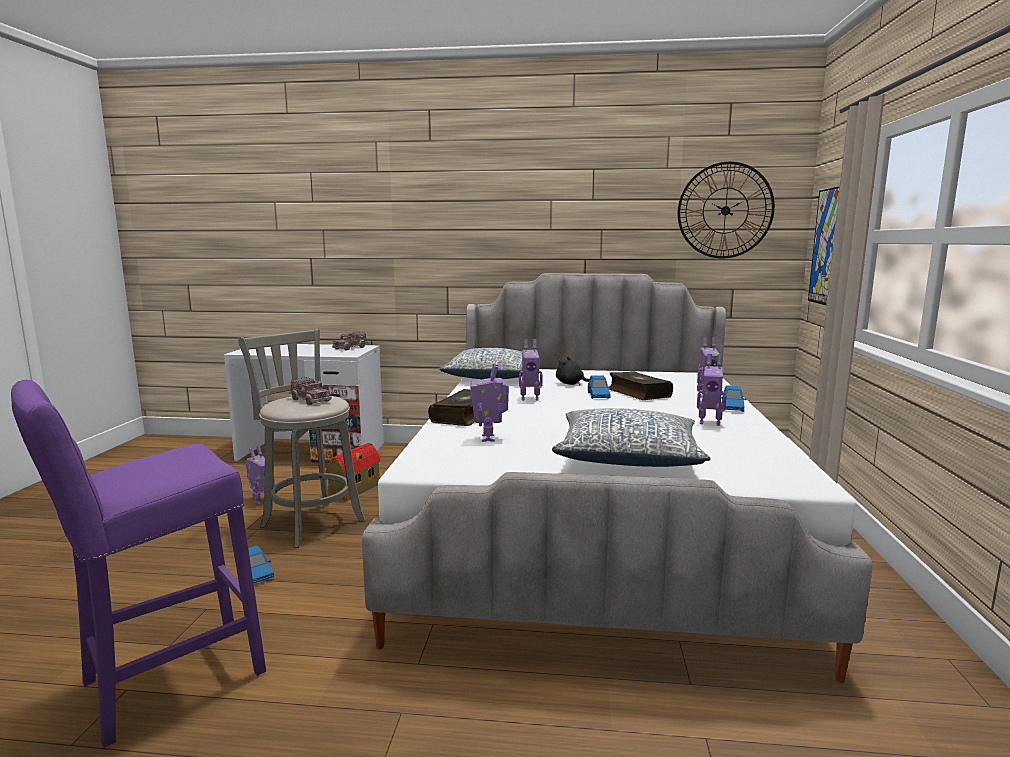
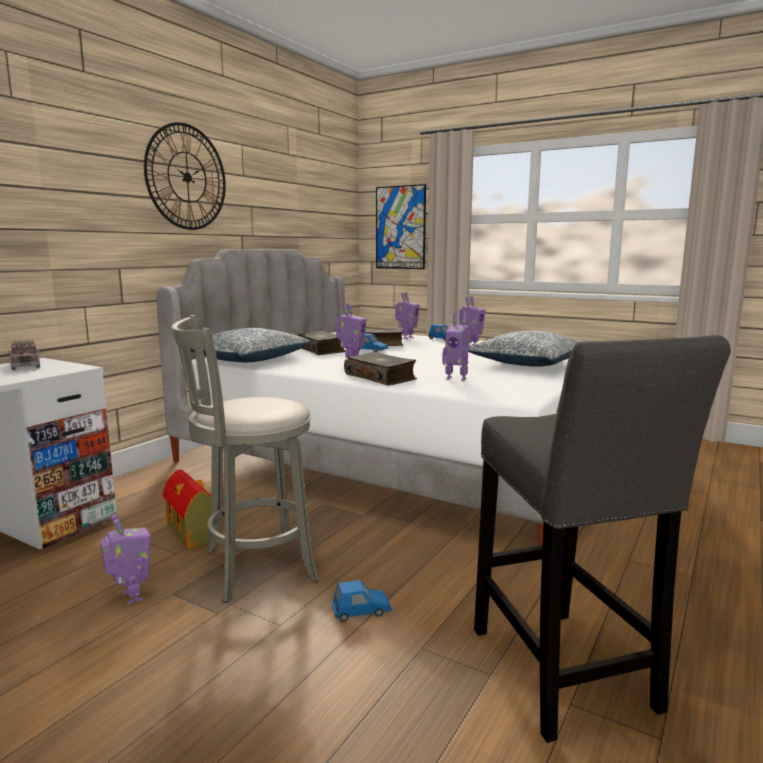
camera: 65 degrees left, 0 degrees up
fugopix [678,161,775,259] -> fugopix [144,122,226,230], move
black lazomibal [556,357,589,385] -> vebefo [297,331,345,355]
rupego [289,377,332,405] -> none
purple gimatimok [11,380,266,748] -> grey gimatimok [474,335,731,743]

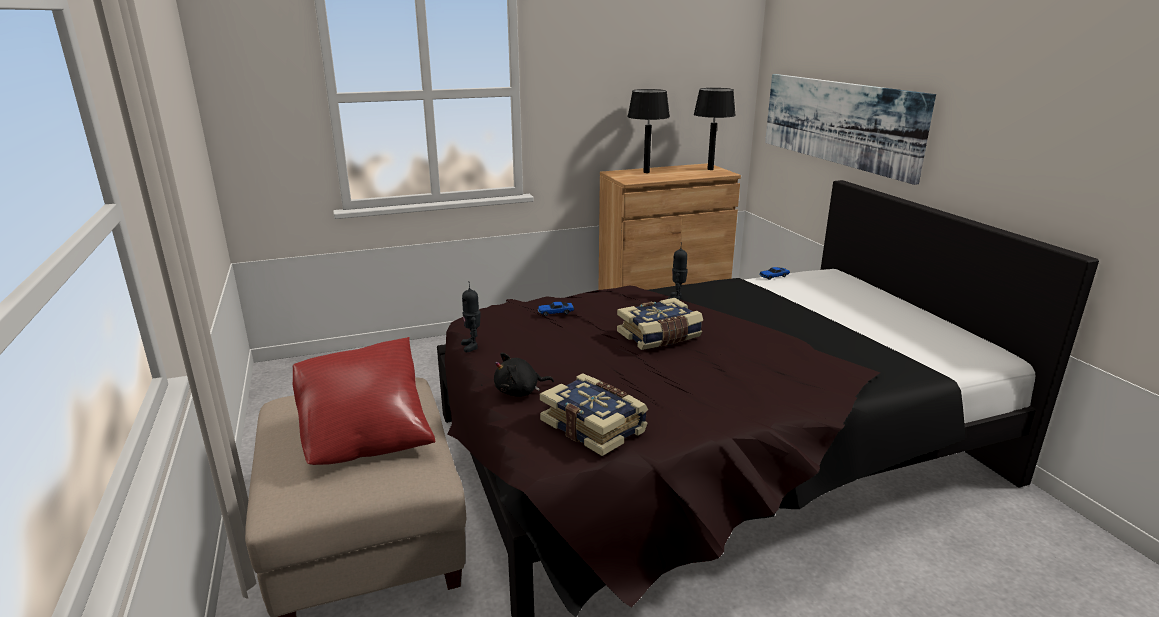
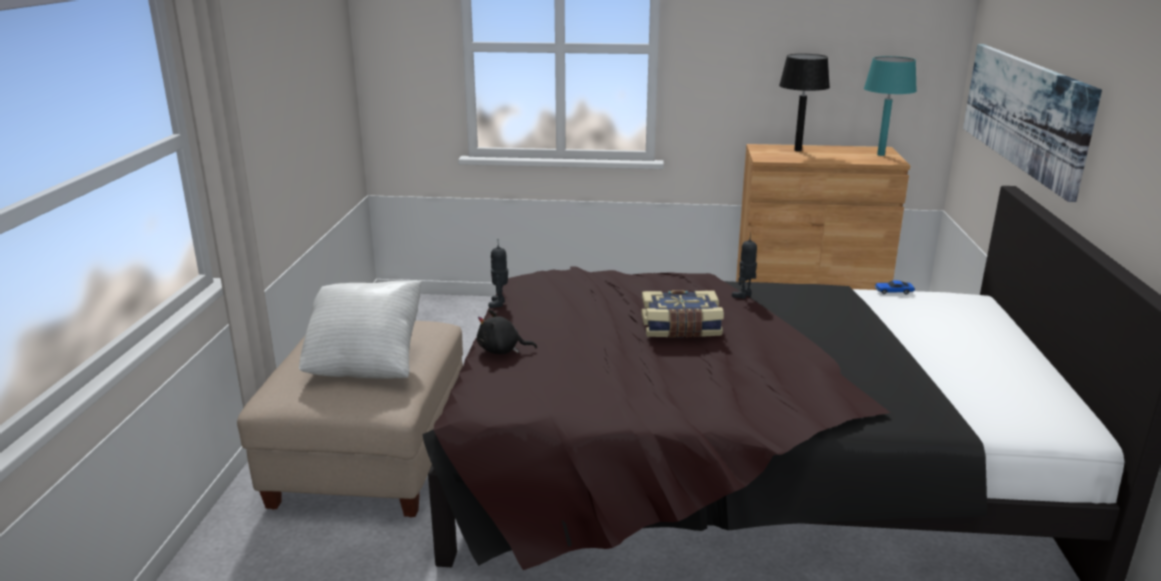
camera: 25 degrees right, 0 degrees up
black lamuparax [694,88,736,170] -> turquoise lamuparax [864,56,917,156]
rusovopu [538,302,574,316] -> none
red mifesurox [293,337,435,465] -> white mifesurox [299,281,422,379]
vebefo [540,373,648,456] -> none

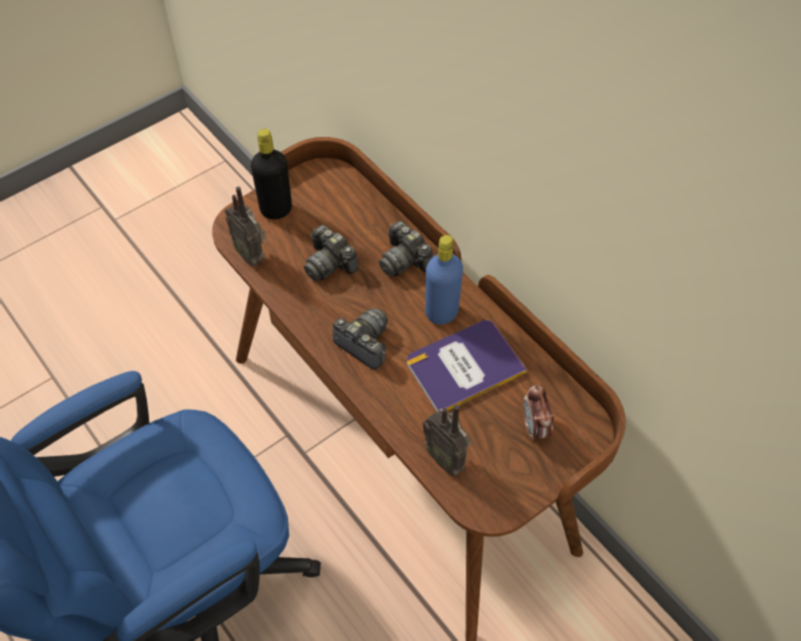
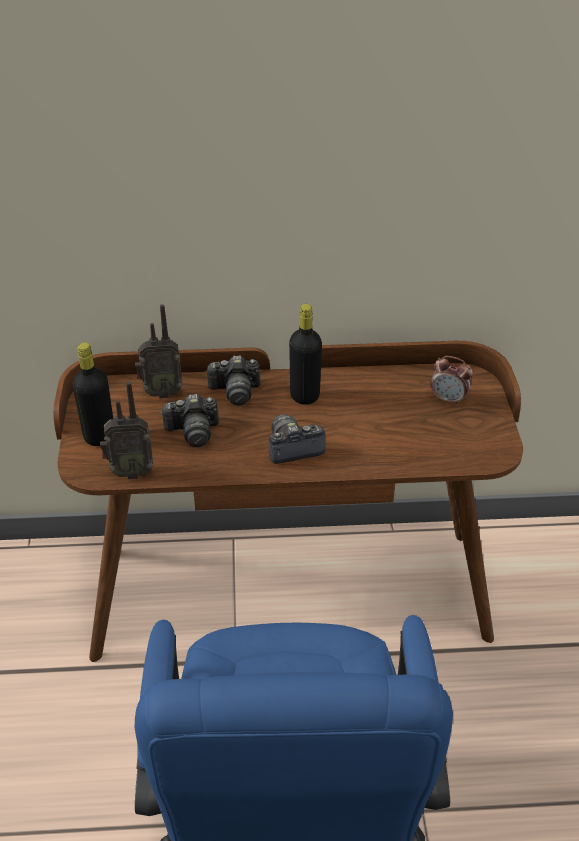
camera: 55 degrees left, 15 degrees down
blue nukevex [425,235,463,325] -> black nukevex [289,304,322,405]
vebefo [407,320,527,413] -> none
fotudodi [423,405,471,476] -> fotudodi [135,304,183,398], move

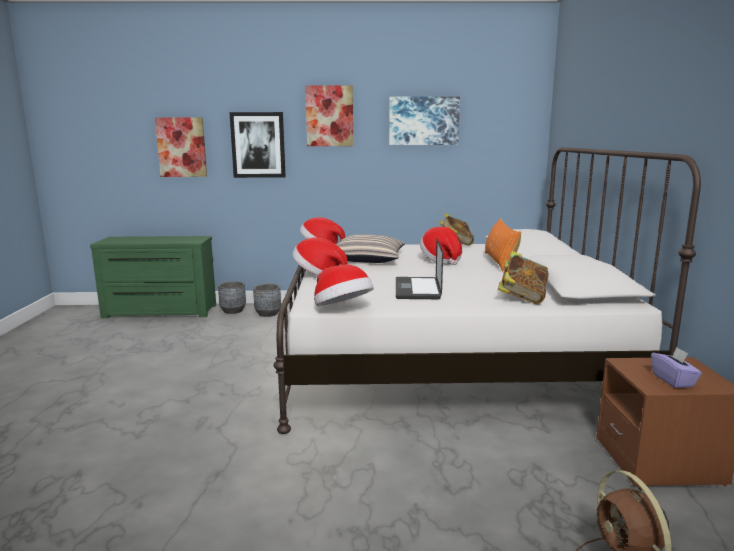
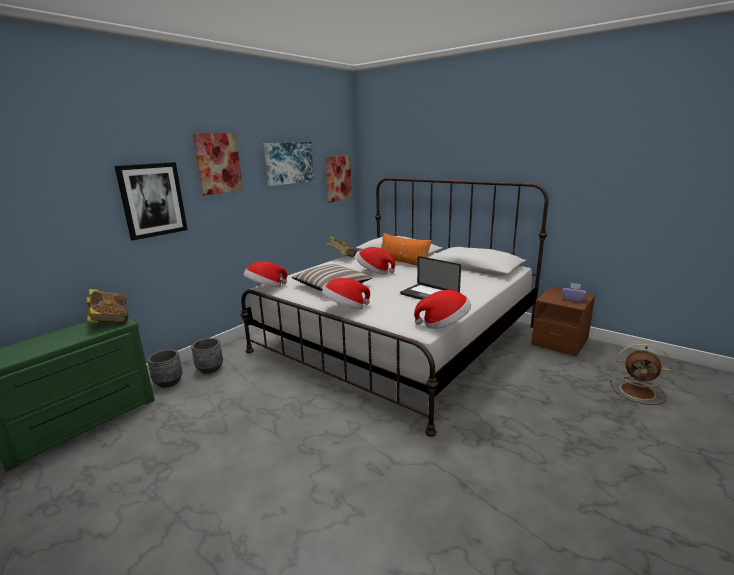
camera: 50 degrees left, 5 degrees up
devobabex [155,117,207,177] -> devobabex [325,155,352,202], move
vebefo [498,251,549,304] -> vebefo [86,289,129,324], move

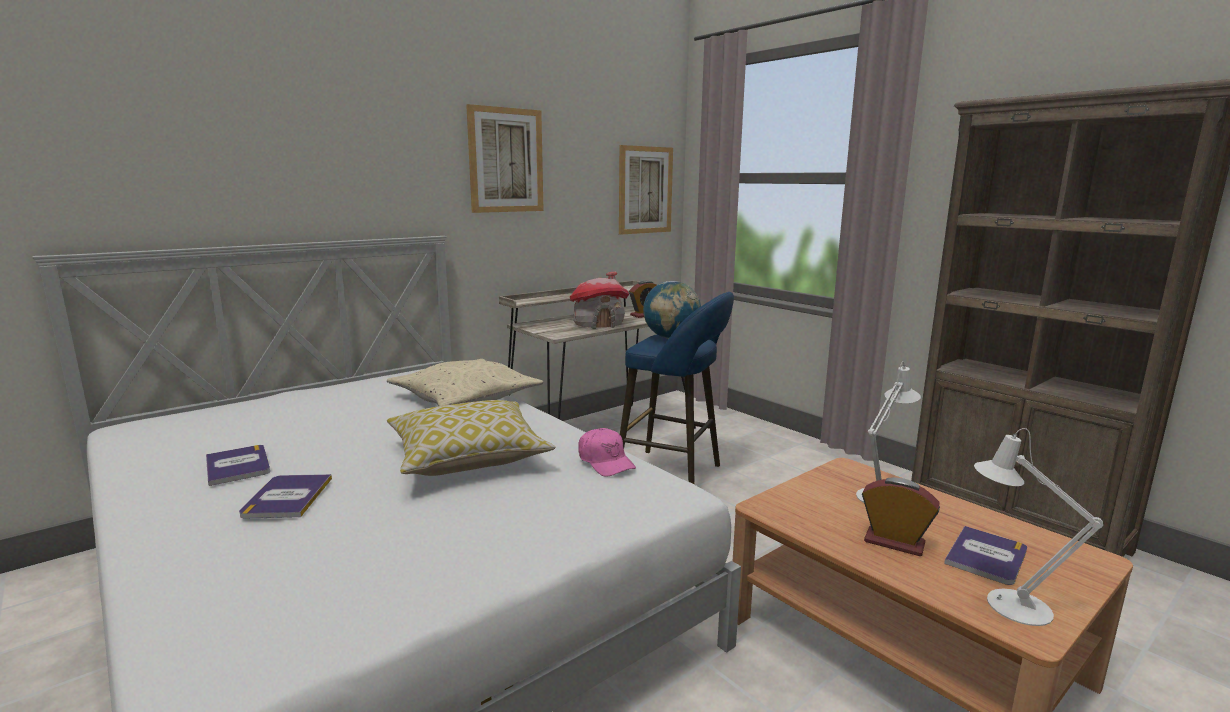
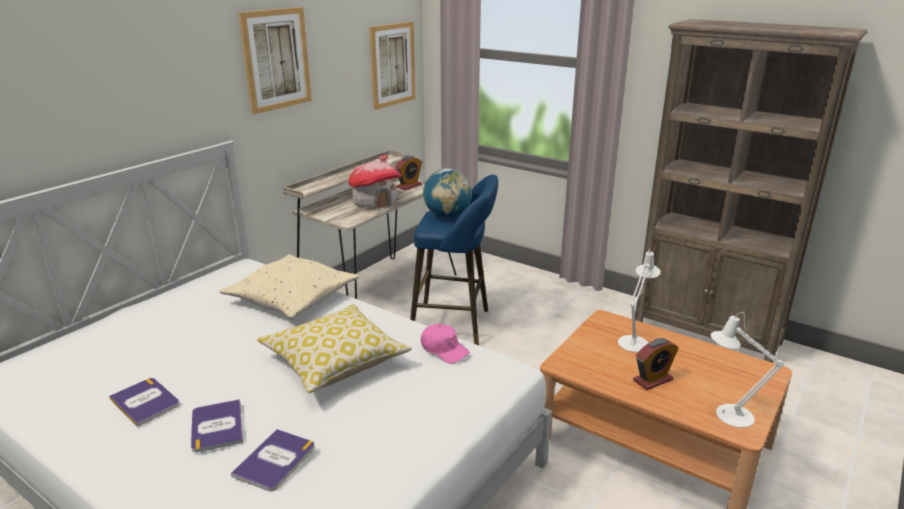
camera: 15 degrees left, 10 degrees up
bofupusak [862,477,940,556] -> bofupusak [633,338,679,390], 135 degrees clockwise
vebefo [944,526,1027,585] -> vebefo [231,429,315,491], move

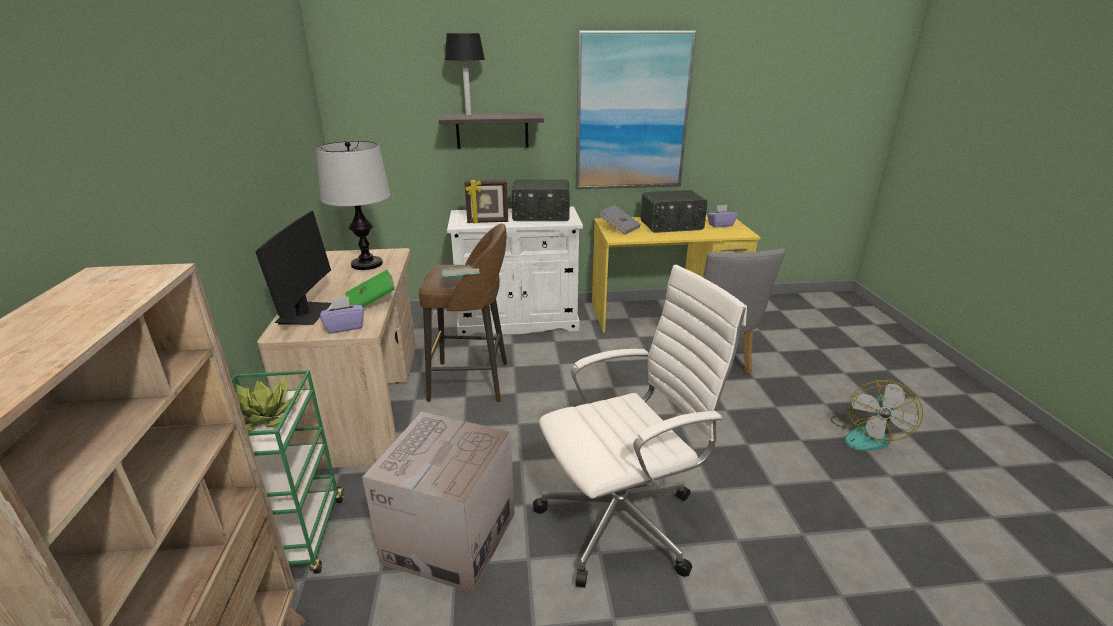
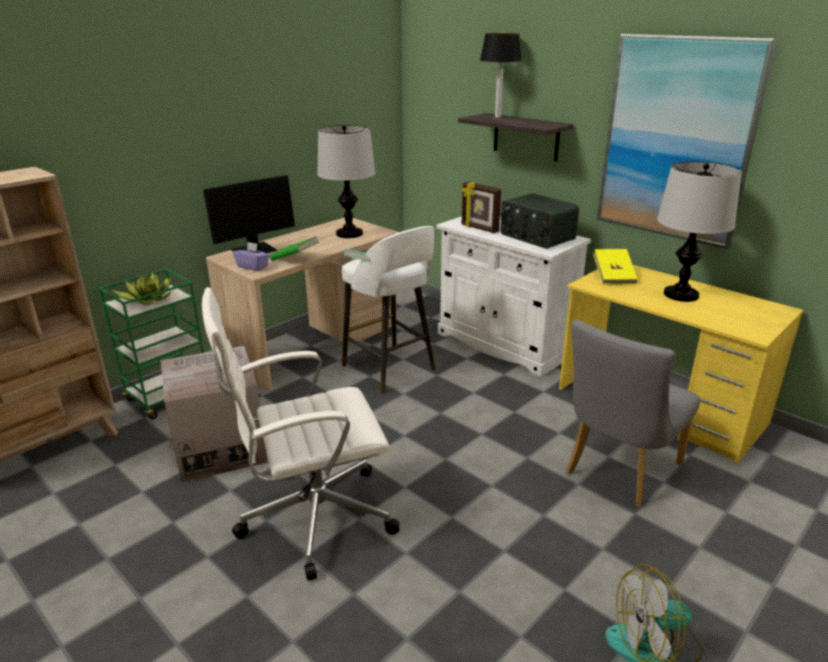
camera: 50 degrees right, 0 degrees up
fotudodi [641,190,707,233] -> lamuparax [657,161,742,302]
grey vebefo [599,205,641,235] -> yellow vebefo [593,249,638,284]
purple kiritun [707,205,738,227] -> none
brown gimatimok [419,223,507,402] -> white gimatimok [342,226,436,393]
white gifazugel [533,265,747,588] -> white gifazugel [202,287,399,581], 135 degrees clockwise

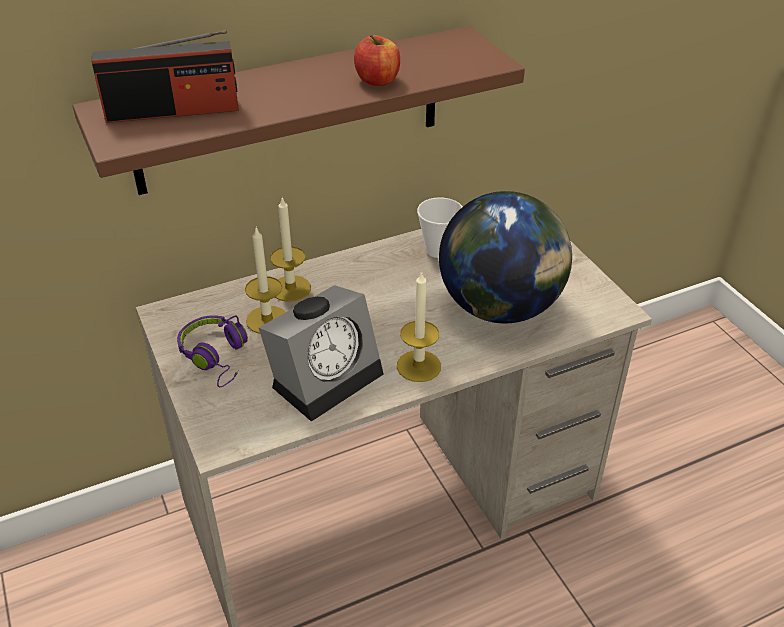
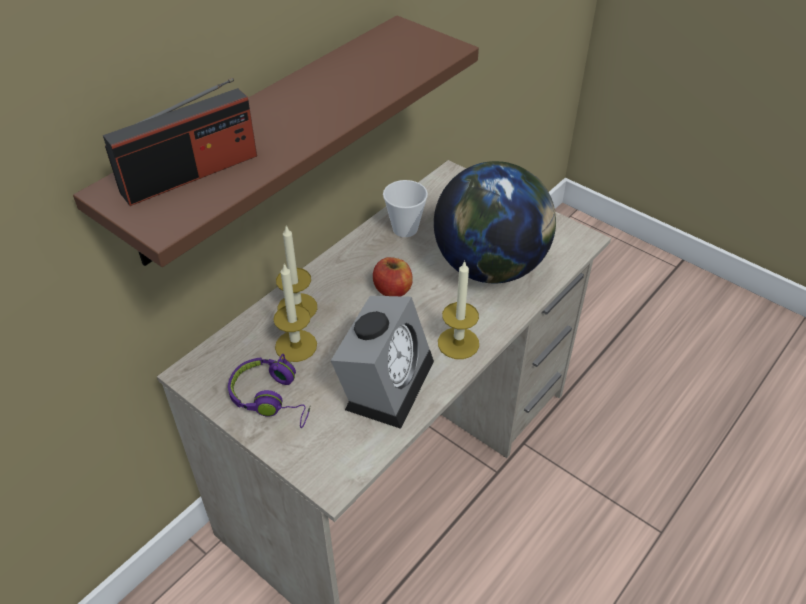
camera: 25 degrees left, 5 degrees up
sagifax [354,35,400,86] -> sagifax [373,257,413,296], move

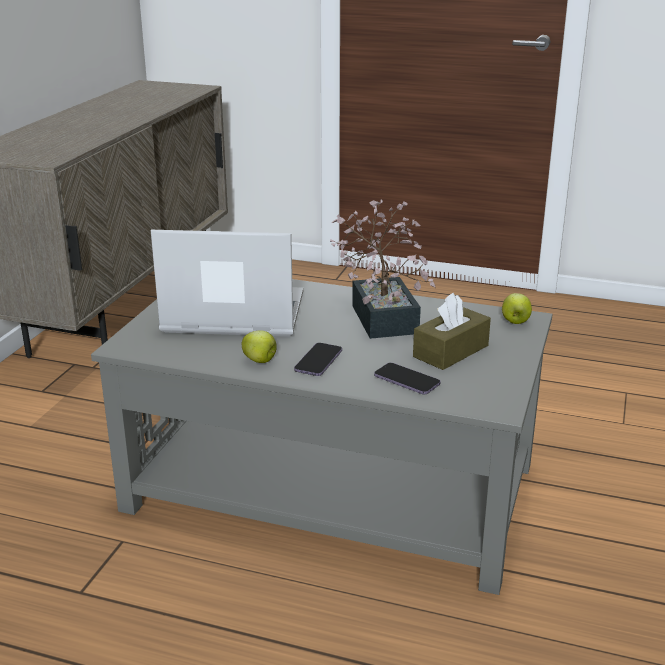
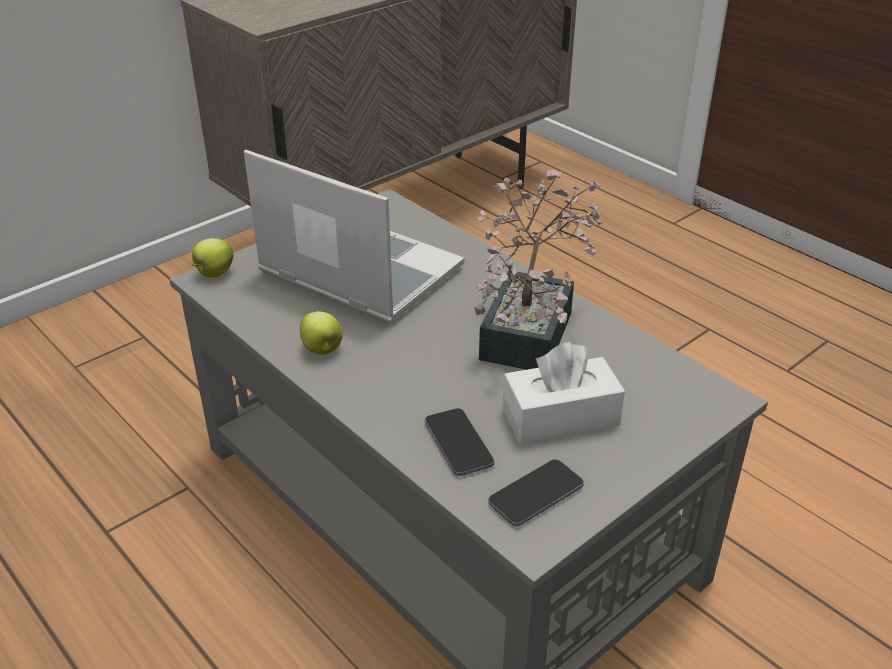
camera: 30 degrees right, 10 degrees up
brown kiritun [413,292,491,370] -> white kiritun [503,342,625,444]
sagifax [502,293,532,324] -> sagifax [192,238,233,278], move
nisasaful [294,343,342,376] -> nisasaful [489,459,584,526], move

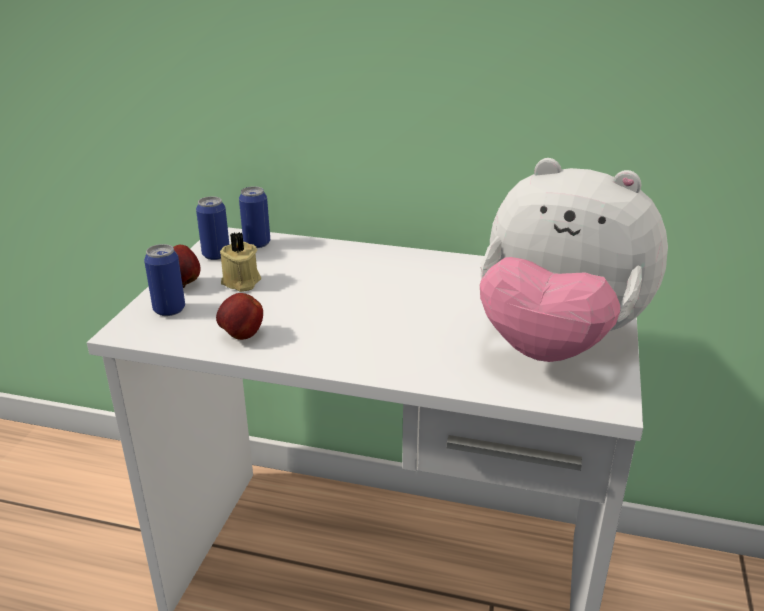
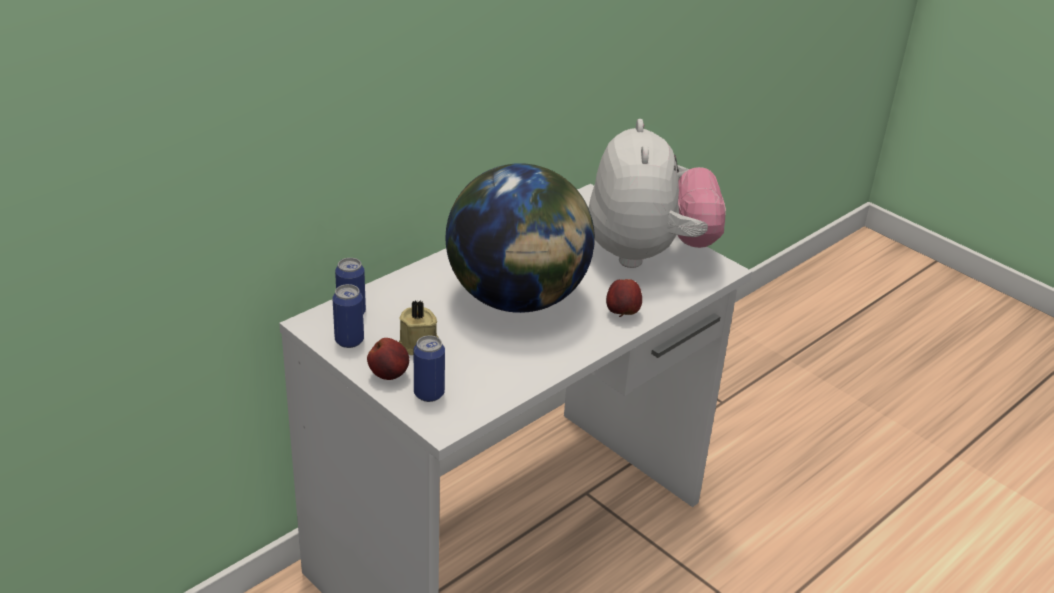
camera: 60 degrees left, 5 degrees up
lazomibal [480,158,668,362] -> lazomibal [589,119,726,268], 60 degrees counterclockwise
sagifax [216,293,263,340] -> sagifax [606,279,642,317], move
none -> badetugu [445,163,595,313]

